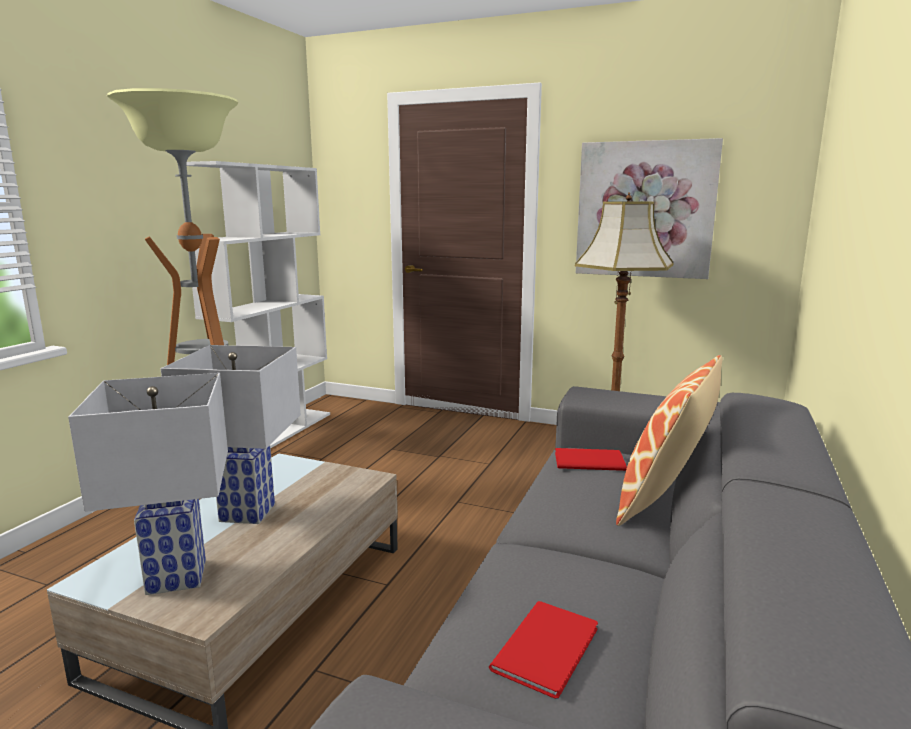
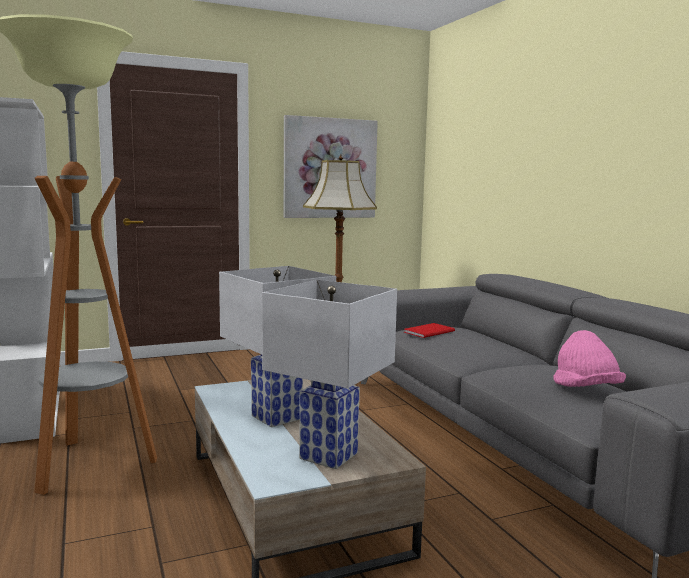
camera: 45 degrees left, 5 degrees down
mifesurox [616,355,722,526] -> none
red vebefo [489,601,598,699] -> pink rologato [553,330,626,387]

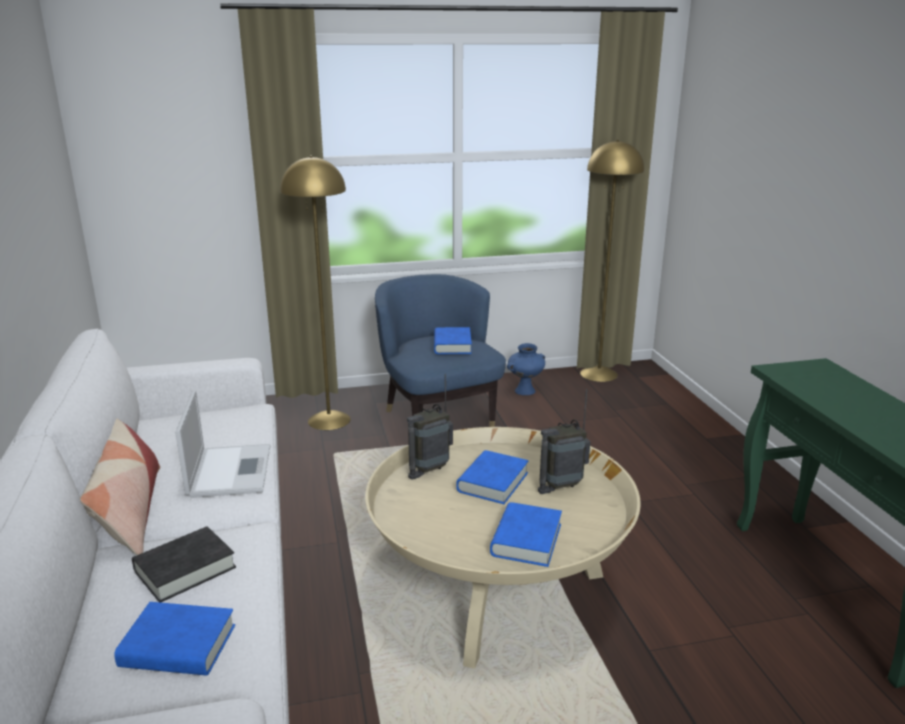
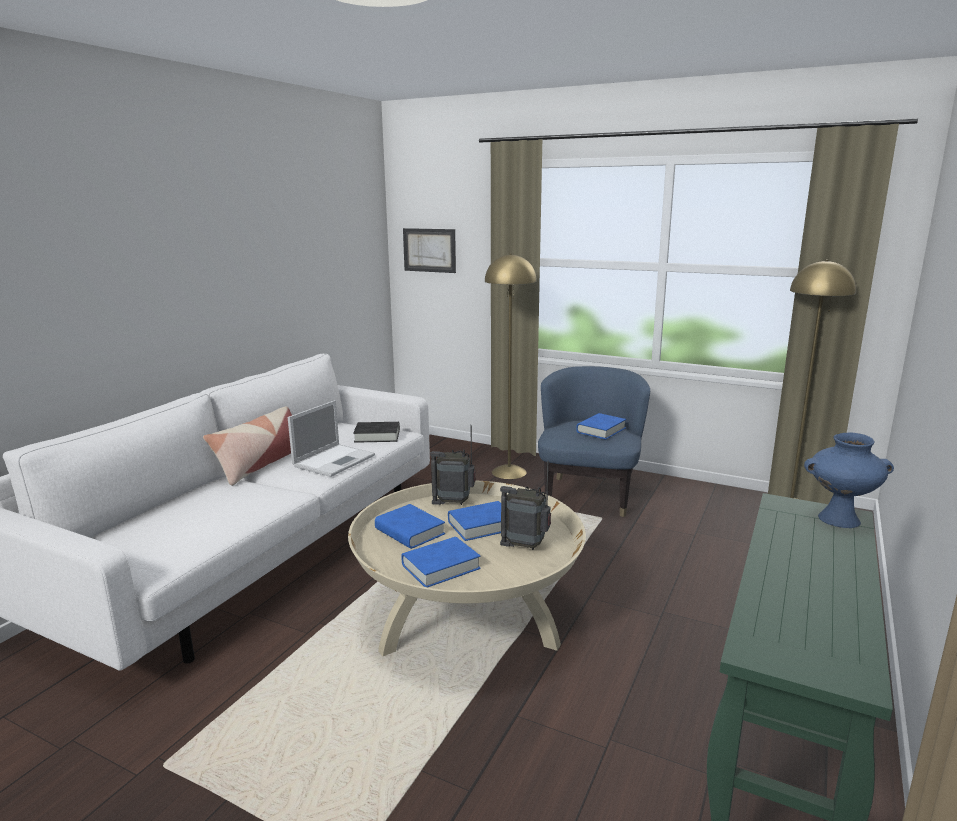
camera: 40 degrees right, 5 degrees down
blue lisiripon [507,343,545,395] -> blue lisiripon [804,432,894,528], move
black vebefo [132,526,236,602] -> black vebefo [353,422,400,443], move
blue vebefo [114,602,235,676] -> blue vebefo [375,504,445,549], move
none -> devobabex [403,228,456,273]

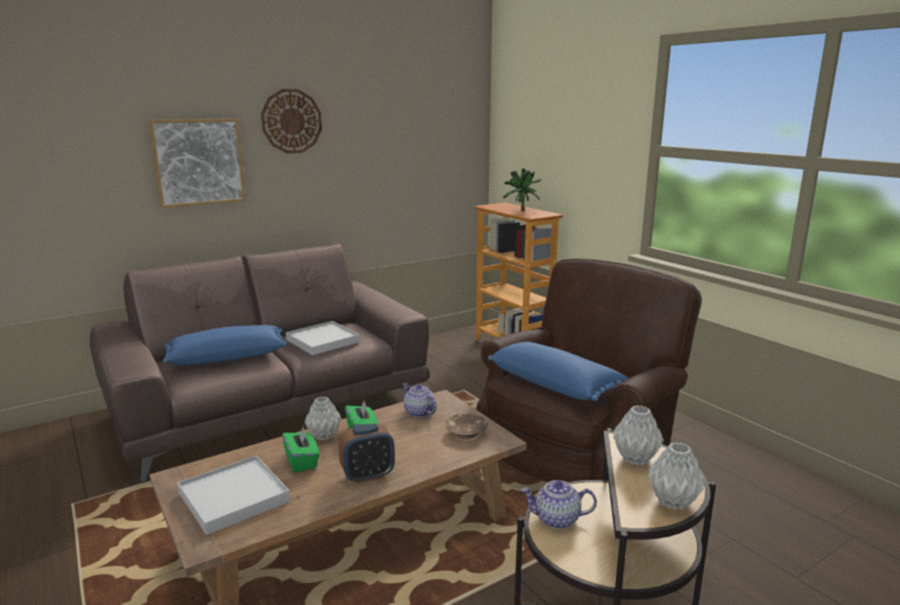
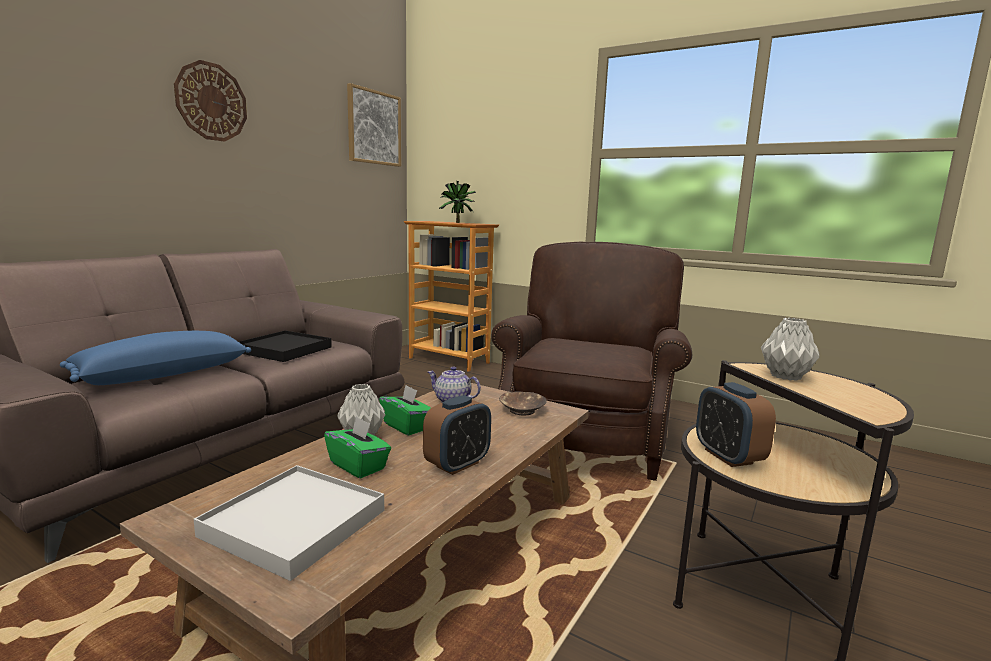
camera: 25 degrees left, 5 degrees down
devobabex [148,118,246,208] -> devobabex [347,83,401,167], move
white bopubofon [286,321,360,355] -> black bopubofon [239,331,332,362]
blue mifesurox [488,342,628,401] -> none
grey lisiripon [648,442,706,510] -> none
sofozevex [521,480,597,529] -> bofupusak [696,382,776,467]

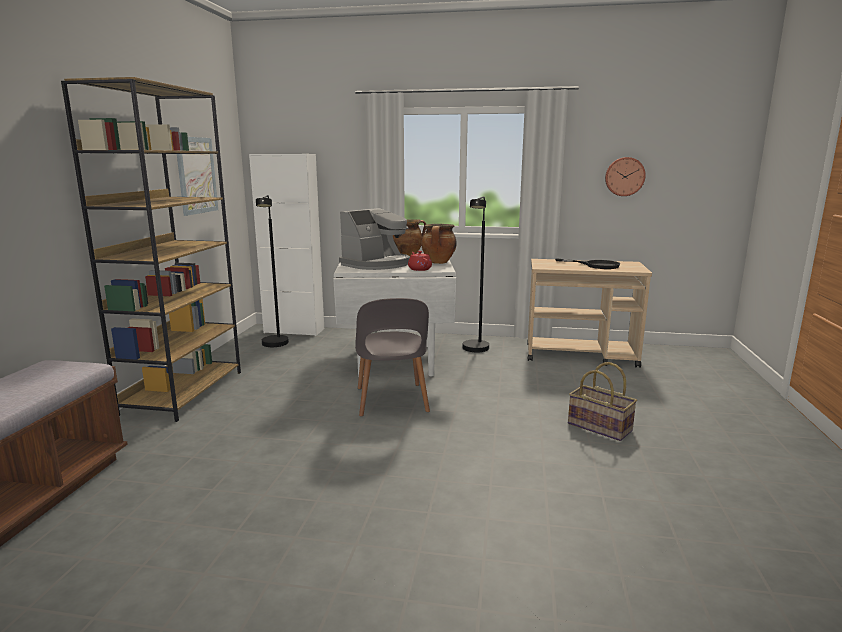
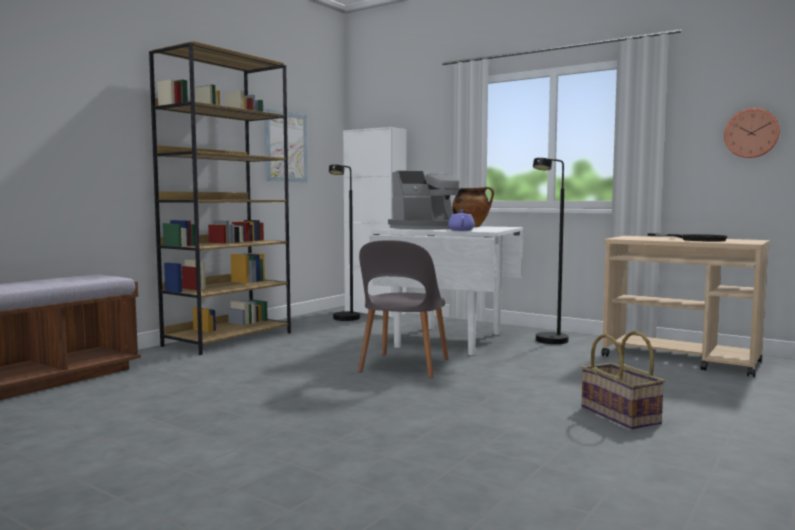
camera: 25 degrees right, 10 degrees down
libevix [421,224,457,264] -> none
red sofozevex [408,251,432,271] -> purple sofozevex [448,210,475,231]

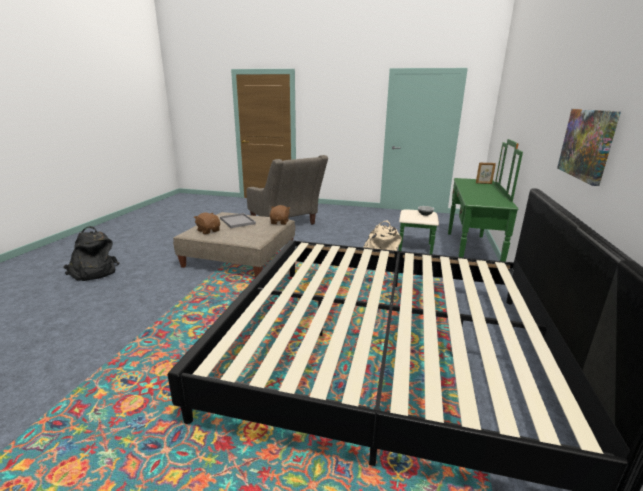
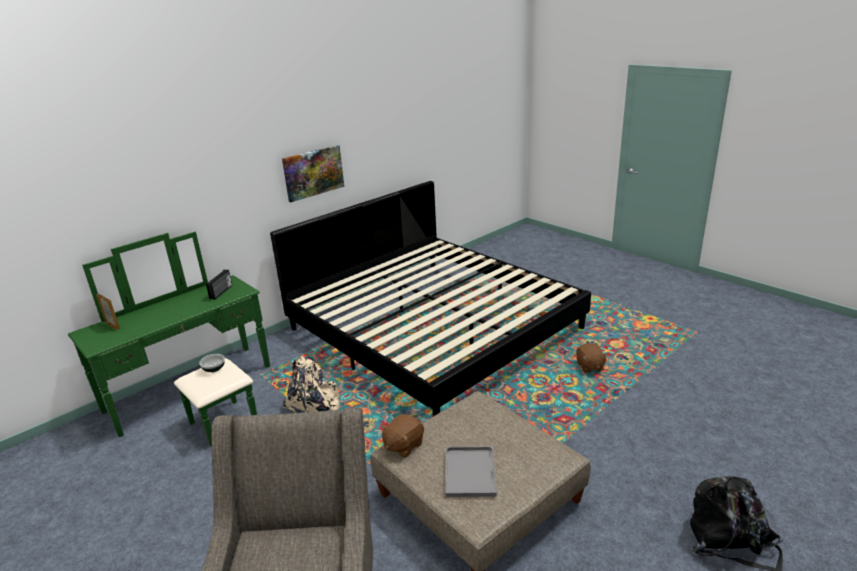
camera: 145 degrees left, 5 degrees up
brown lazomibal [194,213,220,234] -> brown lazomibal [576,343,608,373], move
none -> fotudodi [206,270,232,300]

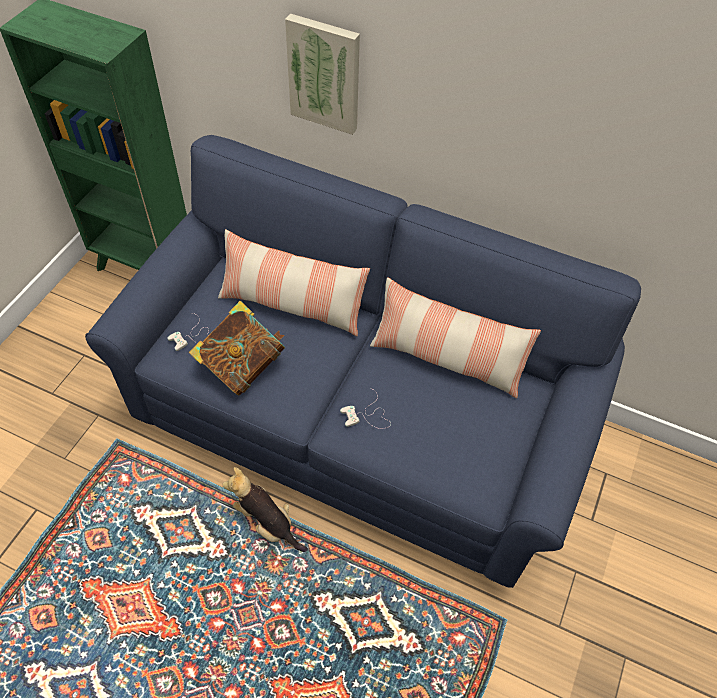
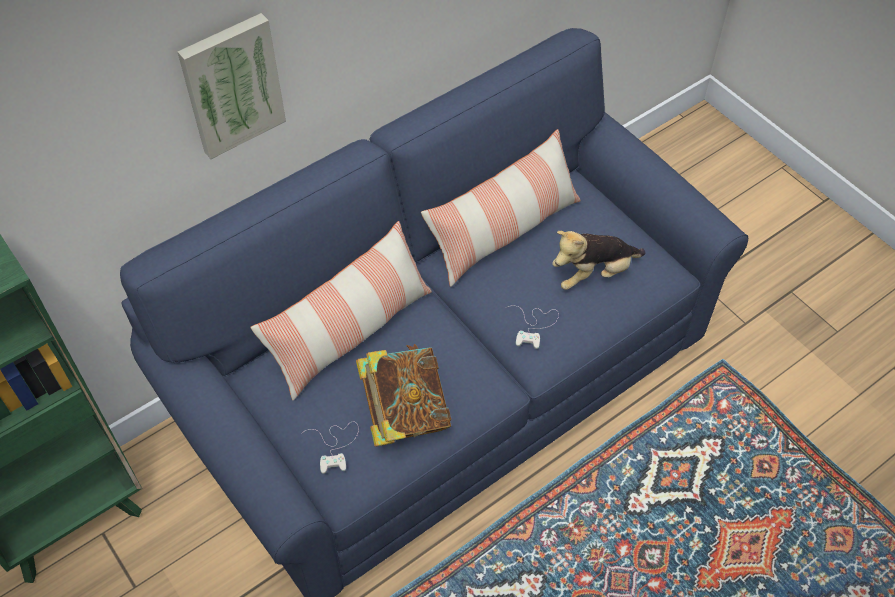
camera: 60 degrees left, 0 degrees up
lazomibal [222,467,308,552] -> lazomibal [552,231,646,290], move

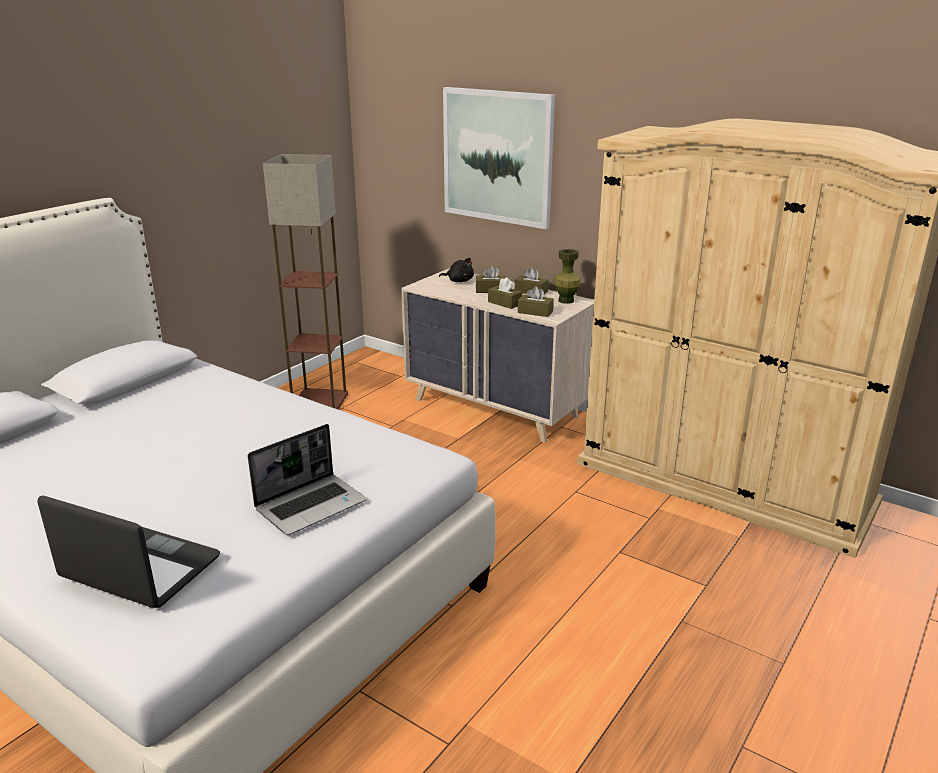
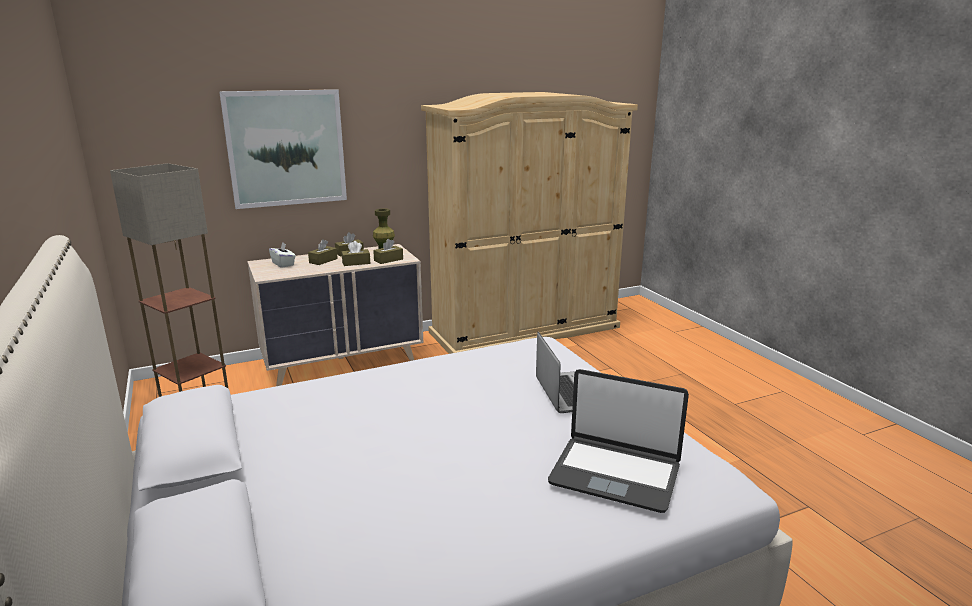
camera: 60 degrees left, 5 degrees down
black lazomibal [439,258,474,282] -> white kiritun [269,242,296,268]
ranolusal [37,495,220,608] -> ranolusal [548,369,689,513], 120 degrees counterclockwise

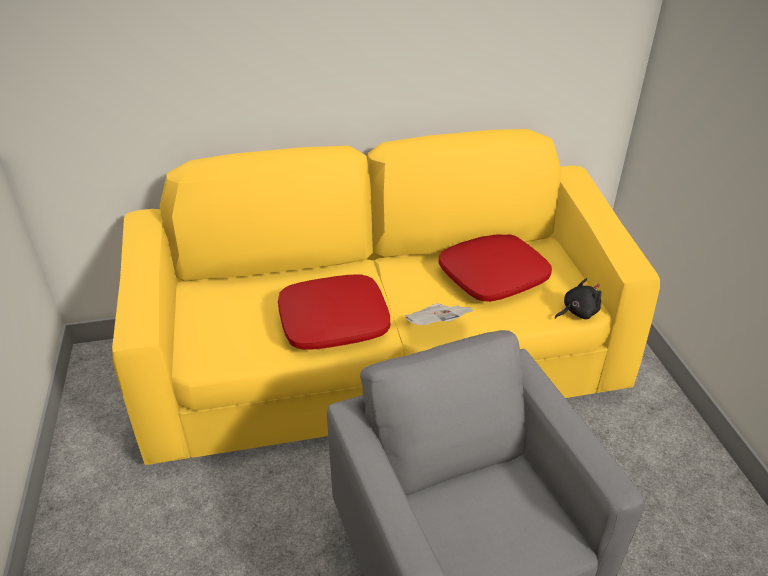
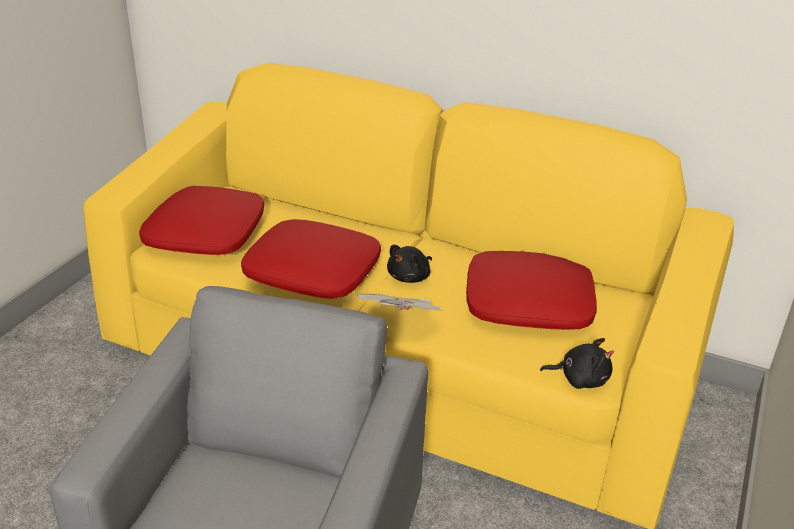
camera: 35 degrees right, 5 degrees down
none -> red mifesurox [139,186,264,255]
none -> black lazomibal [387,245,432,283]

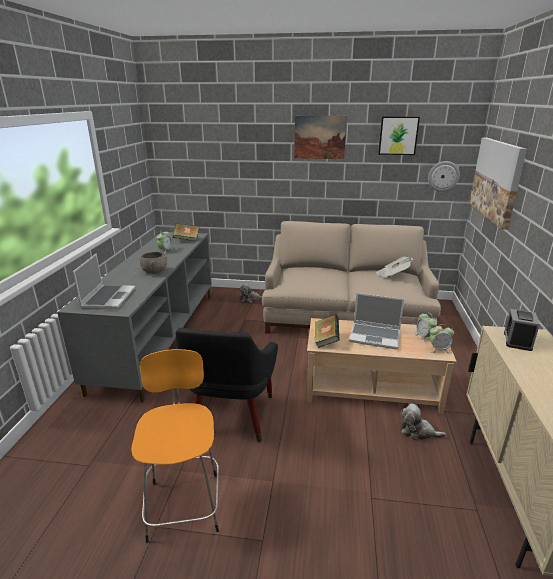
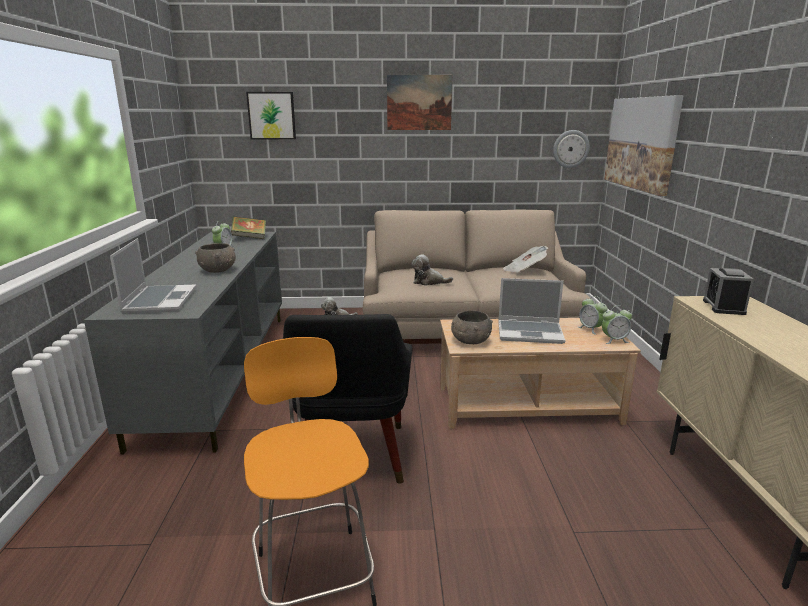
camera: 10 degrees left, 5 degrees down
devobabex [378,116,420,155] -> devobabex [246,92,296,139], move
vebefo [315,315,340,348] -> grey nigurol [451,311,493,344]
lazomibal [401,403,446,440] -> lazomibal [411,254,453,286], move

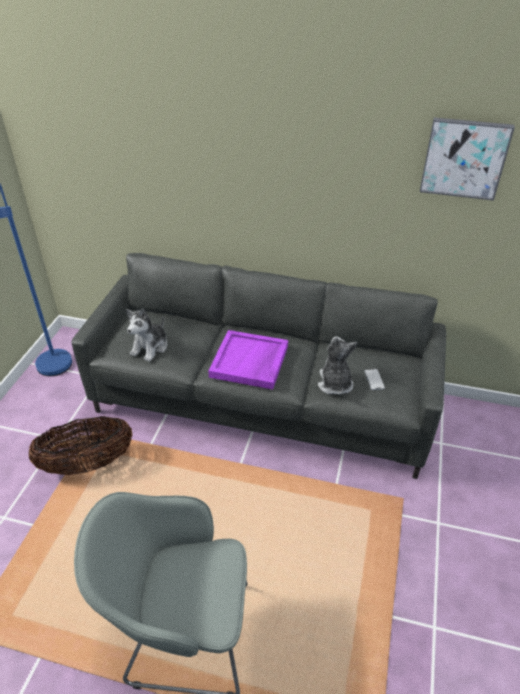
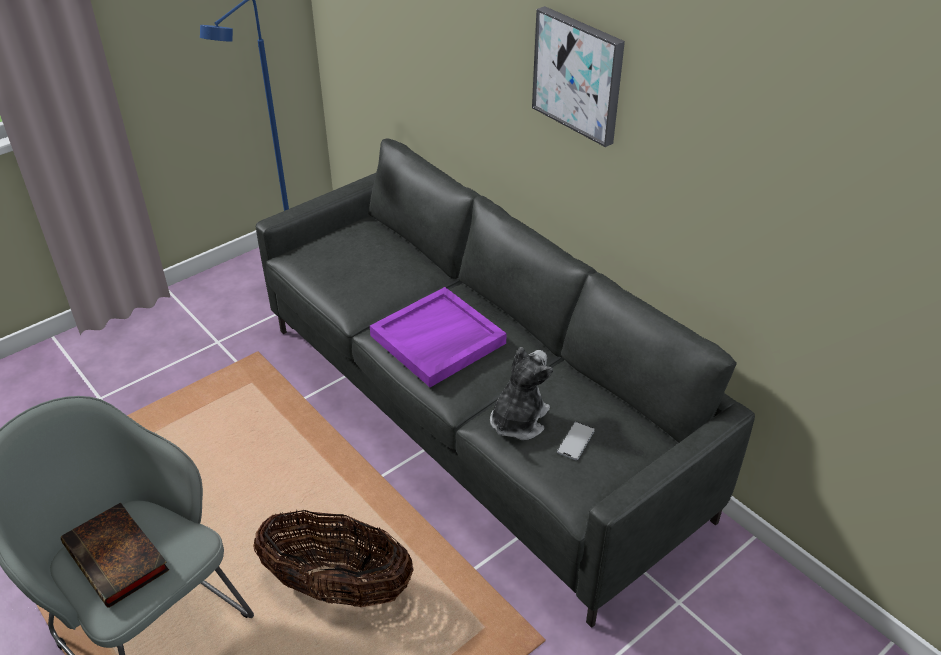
camera: 35 degrees right, 0 degrees up
devobabex [420,118,515,201] -> devobabex [532,6,625,147], move
lazomibal [126,309,167,362] -> none
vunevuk [29,416,132,475] -> vunevuk [253,509,414,607], move
none -> vebefo [61,502,169,608]

